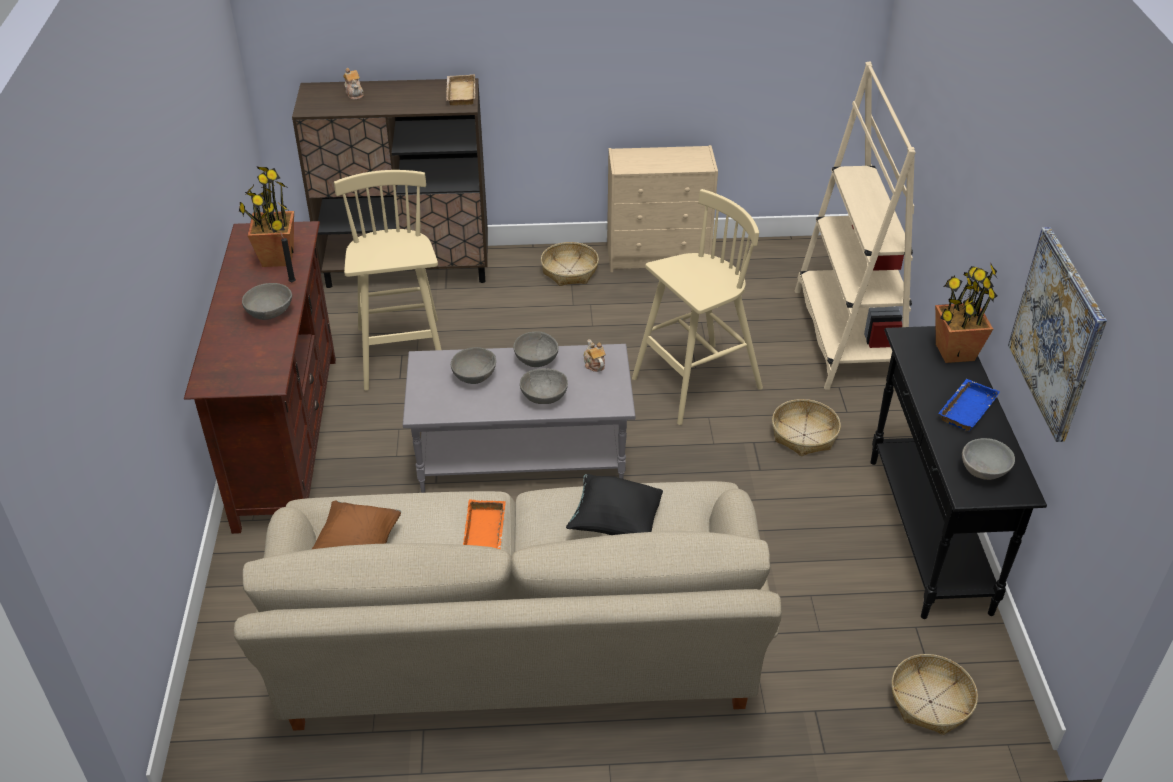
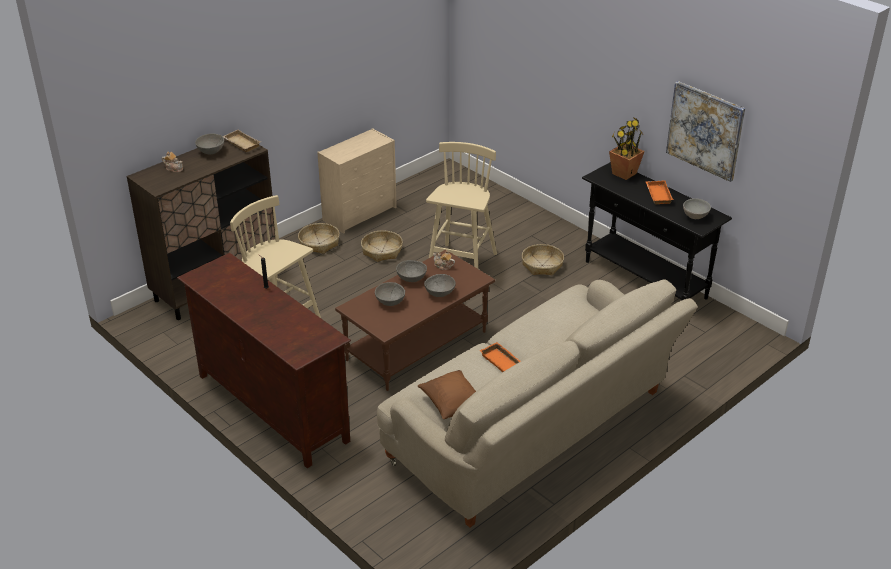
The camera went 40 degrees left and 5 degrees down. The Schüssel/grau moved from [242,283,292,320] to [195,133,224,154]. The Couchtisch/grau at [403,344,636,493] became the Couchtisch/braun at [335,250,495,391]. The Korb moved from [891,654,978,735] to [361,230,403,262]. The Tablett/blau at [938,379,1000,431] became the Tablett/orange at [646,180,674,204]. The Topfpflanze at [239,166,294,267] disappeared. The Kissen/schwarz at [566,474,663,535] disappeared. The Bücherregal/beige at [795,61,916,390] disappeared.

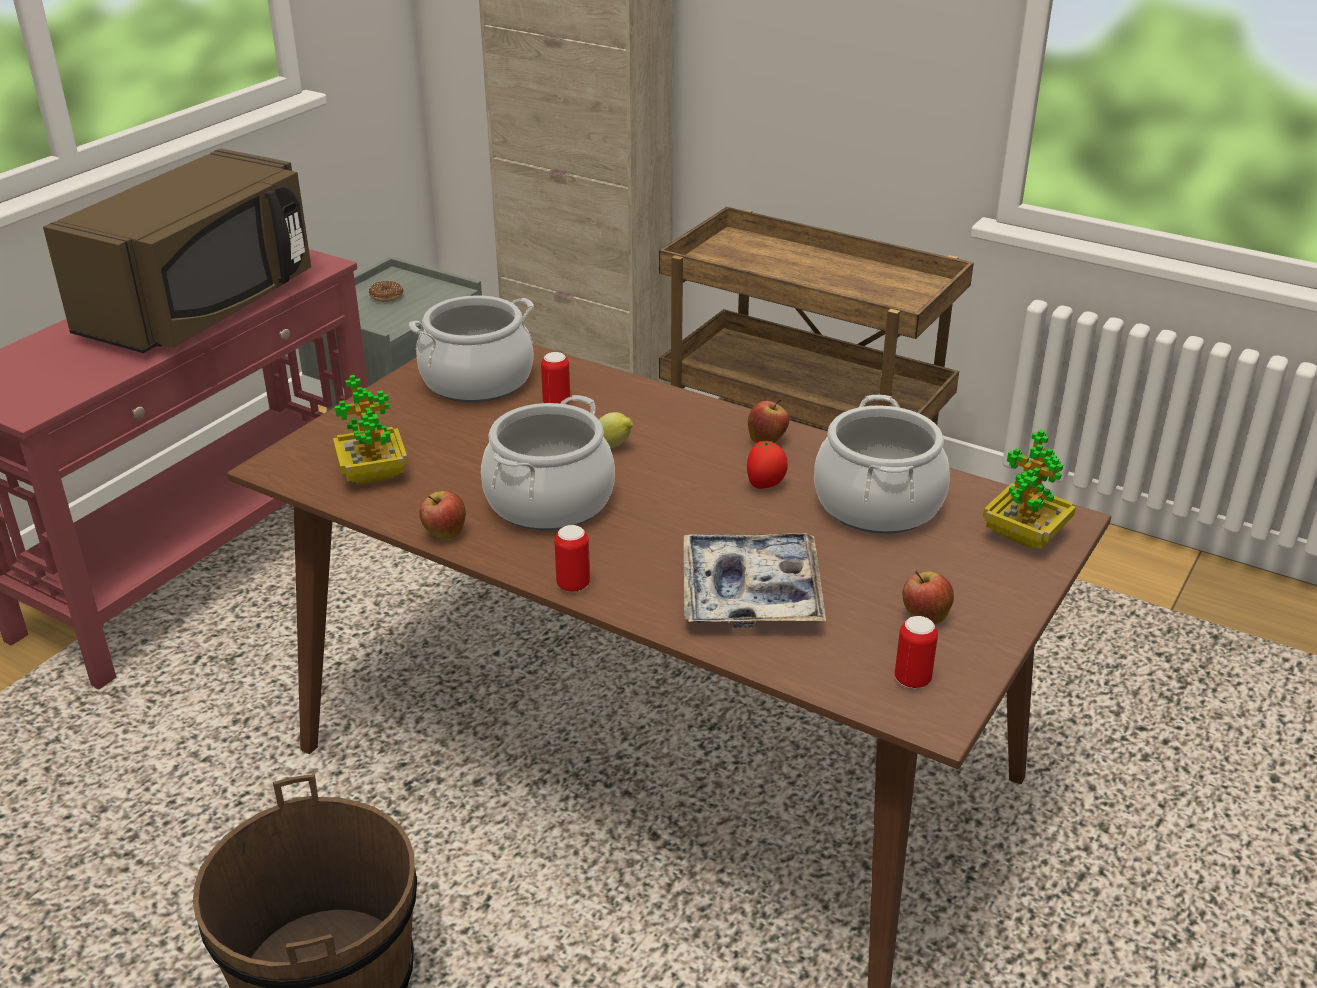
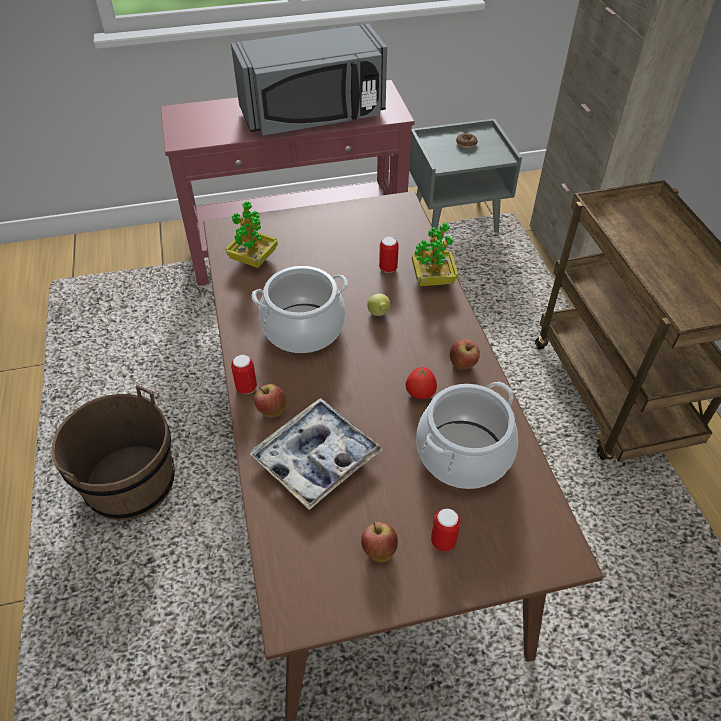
The camera went 45 degrees right and 15 degrees up. The Mikrowelle/braun at [43,148,311,353] became the Mikrowelle/grau at [231,24,387,136]. The Apfel moved from [419,491,466,540] to [254,384,286,417]. The Topfpflanze moved from [983,429,1076,549] to [412,223,458,286]. The Dose moved from [895,616,938,689] to [431,509,461,551]. The Kochtopf at [409,296,534,402] disappeared.

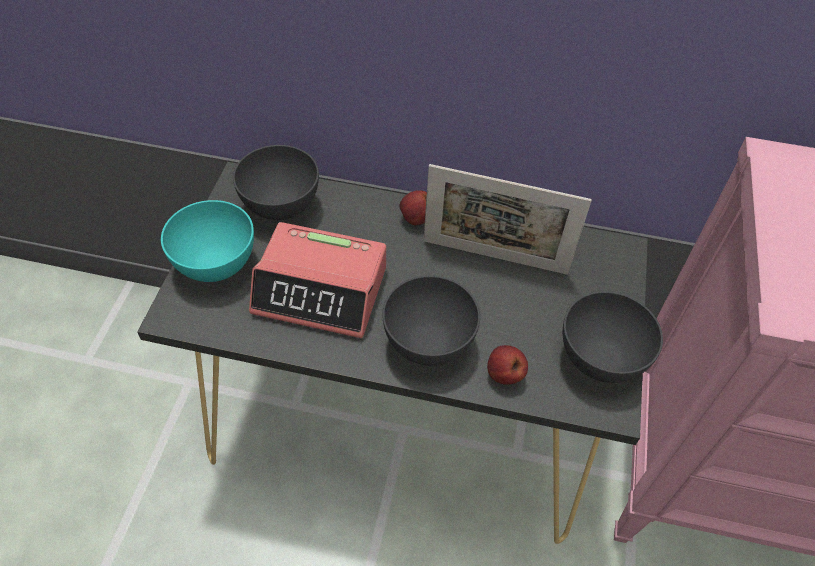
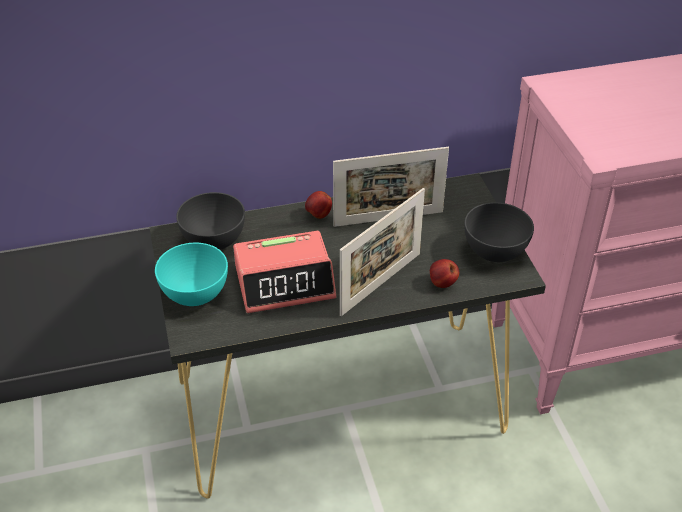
The camera went 25 degrees left and 10 degrees down. The Schüssel/grau at [382,275,480,366] was replaced by the Bilderrahmen at [340,188,425,316].

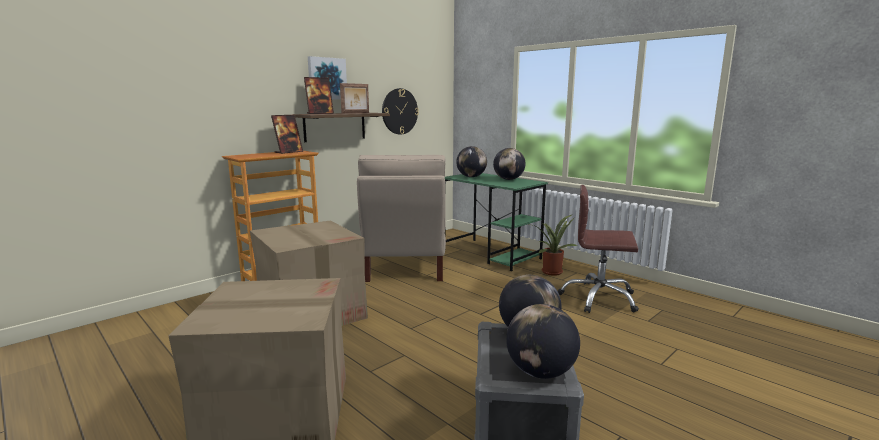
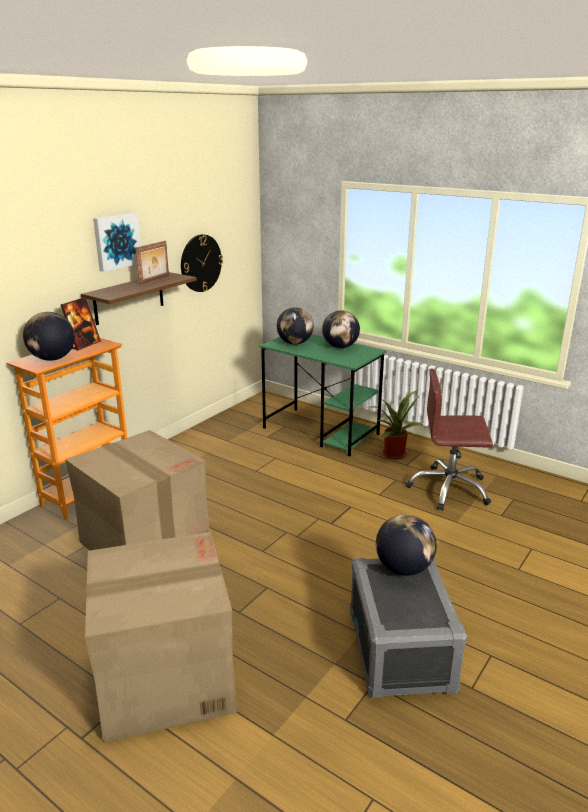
The camera went 10 degrees left and 10 degrees up. The Globus moved from [506,304,580,379] to [23,312,75,361]. The Bilderrahmen at [304,77,334,114] disappeared. The Stuhl/beige at [357,155,446,282] disappeared.

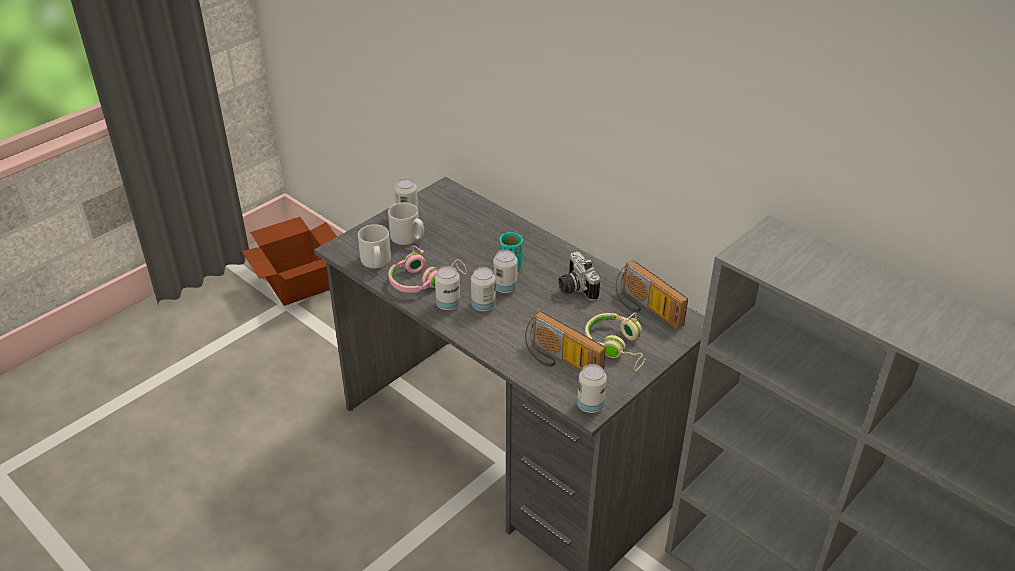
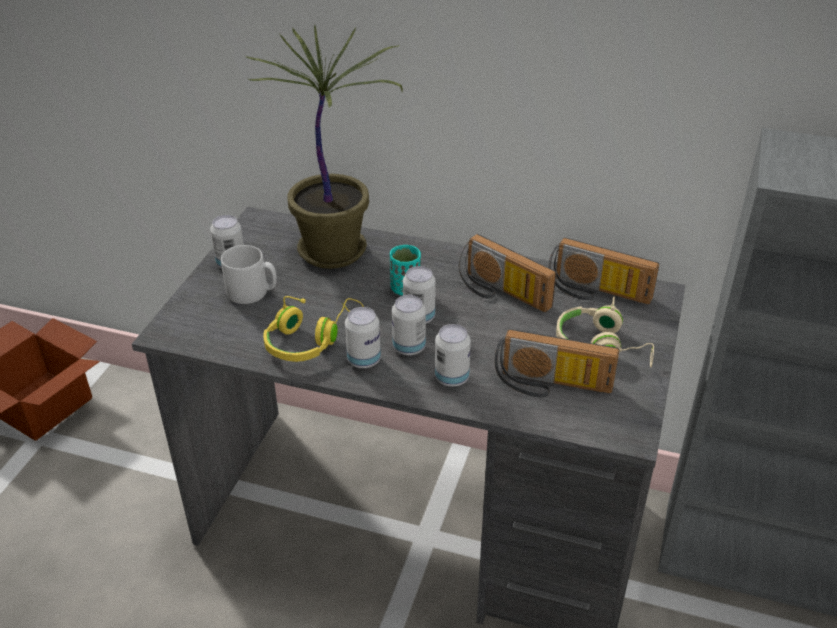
The camera went 25 degrees left and 0 degrees up. The Topfpflanze at [245,25,403,269] appeared. The Kopfhörer/rosa at [388,245,467,293] became the Kopfhörer/gelb at [263,296,364,362]. The Dose moved from [577,364,607,413] to [435,324,471,387]. The Kamera at [558,251,600,301] was replaced by the Radio at [459,234,556,312]. The Henkelbecher/grau at [358,224,391,268] disappeared.

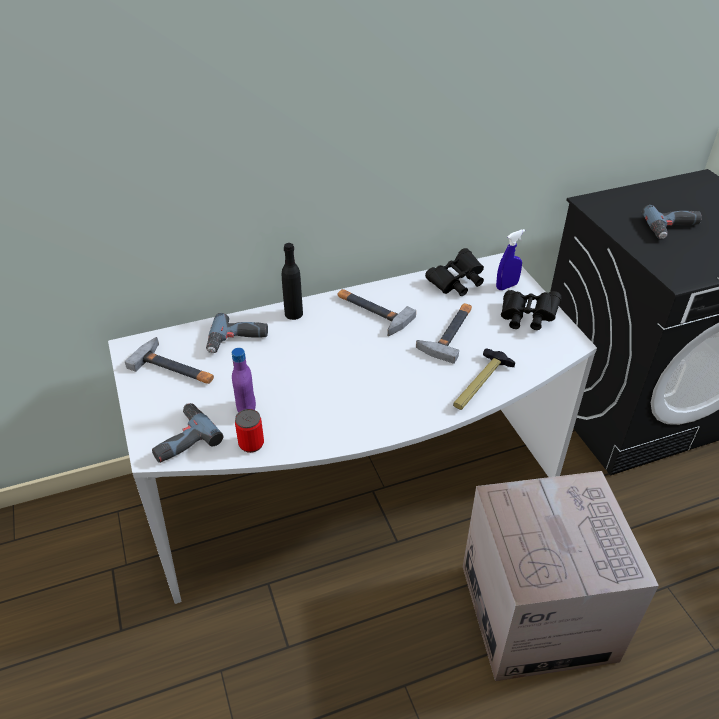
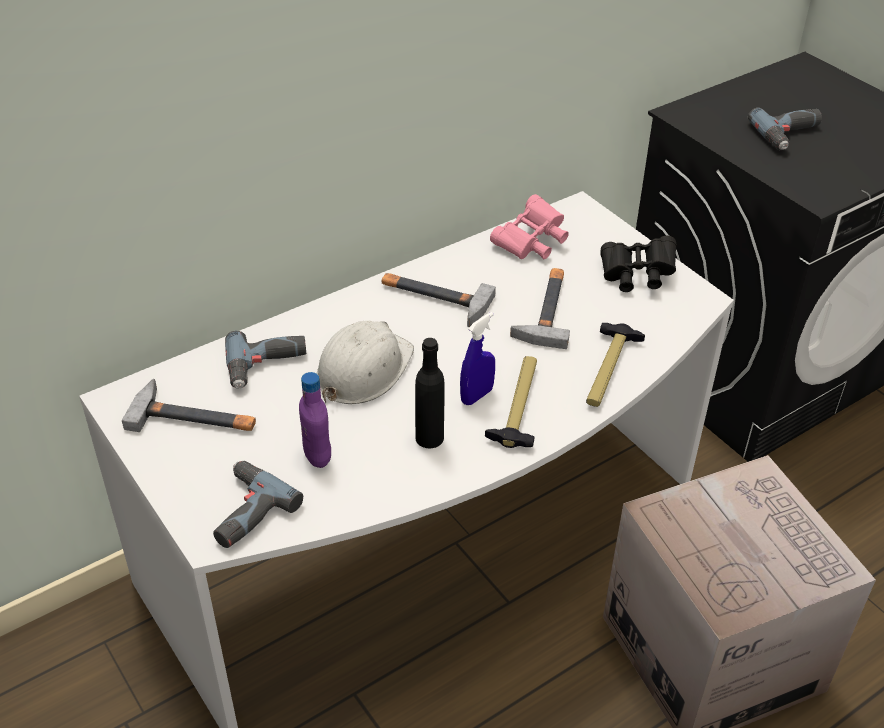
The camera went 15 degrees left and 0 degrees up. The Schutzhelm/weiß at [316,321,414,404] appeared. The Flasche/schwarz moved from [282,243,303,320] to [415,338,445,448]. The Sprühflasche/blau moved from [496,229,525,290] to [460,312,495,405]. The Hammer at [485,356,537,448] appeared. The Fernglas/schwarz at [425,248,484,296] became the Fernglas/rosa at [490,194,569,259]. The Dose at [235,409,264,453] disappeared.

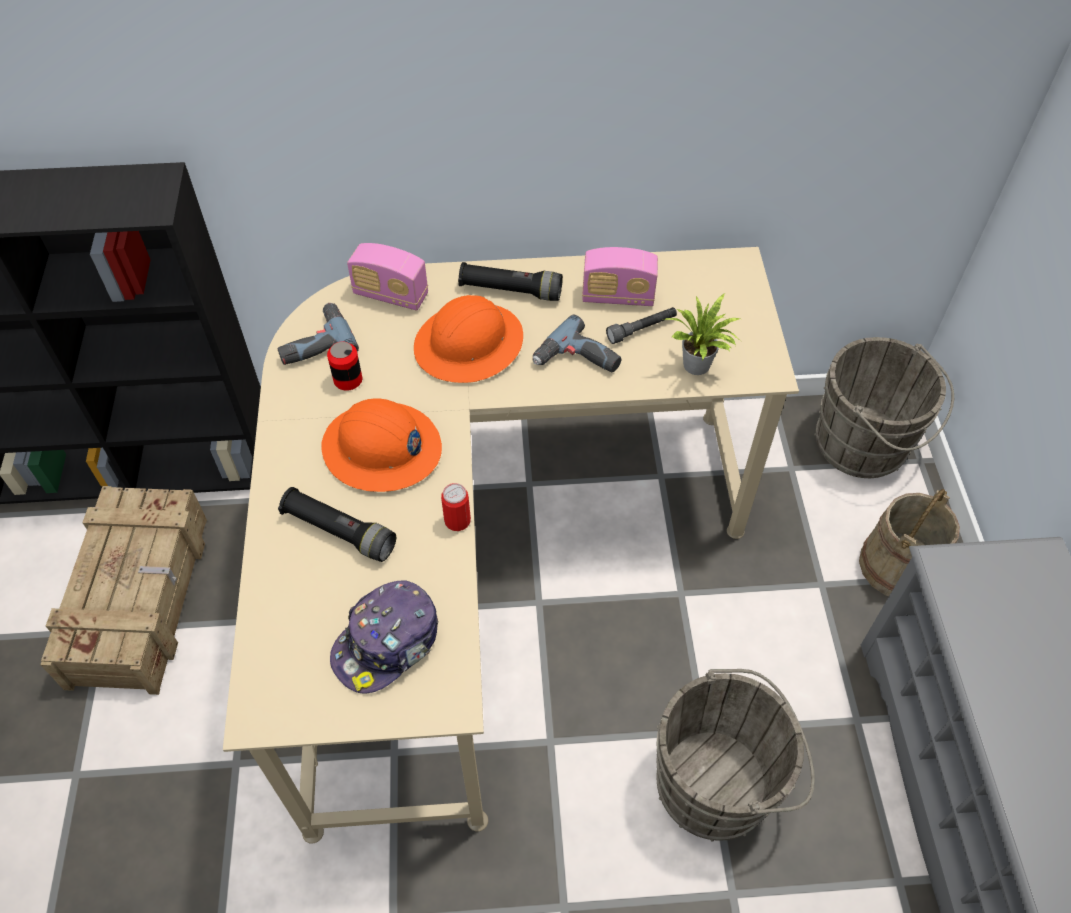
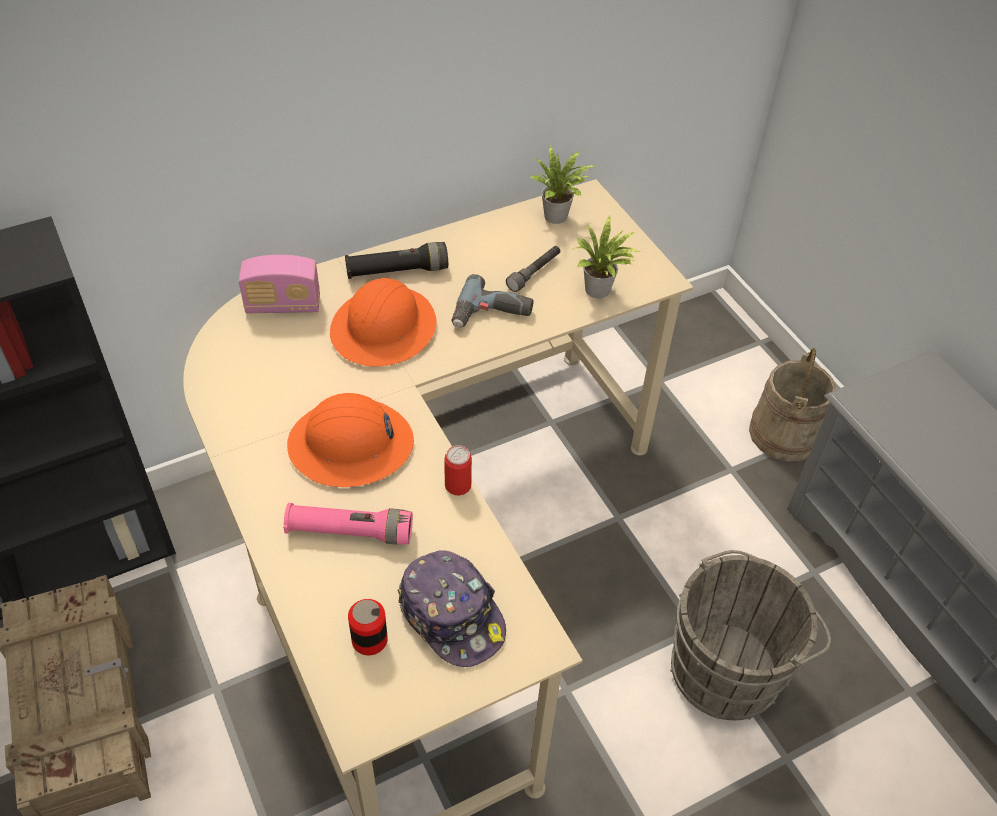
The camera went 25 degrees left and 5 degrees down. The Taschenlampe/schwarz at [278,487,396,562] became the Taschenlampe/rosa at [283,503,413,545]. The Dose moved from [327,341,362,391] to [348,599,388,655]. The Kappe at [330,581,438,694] turned 60 degrees counterclockwise. The Topfpflanze at [529,145,596,224] appeared. The Bohrmaschine at [277,303,359,365] disappeared. The Radio at [582,247,658,306] disappeared. The Eimer/grau at [814,337,954,478] disappeared.

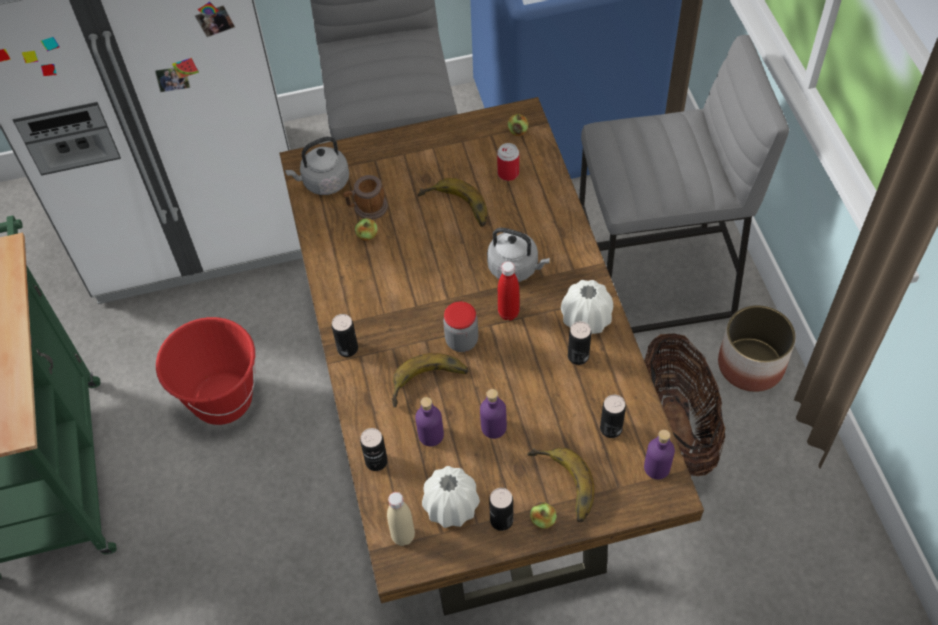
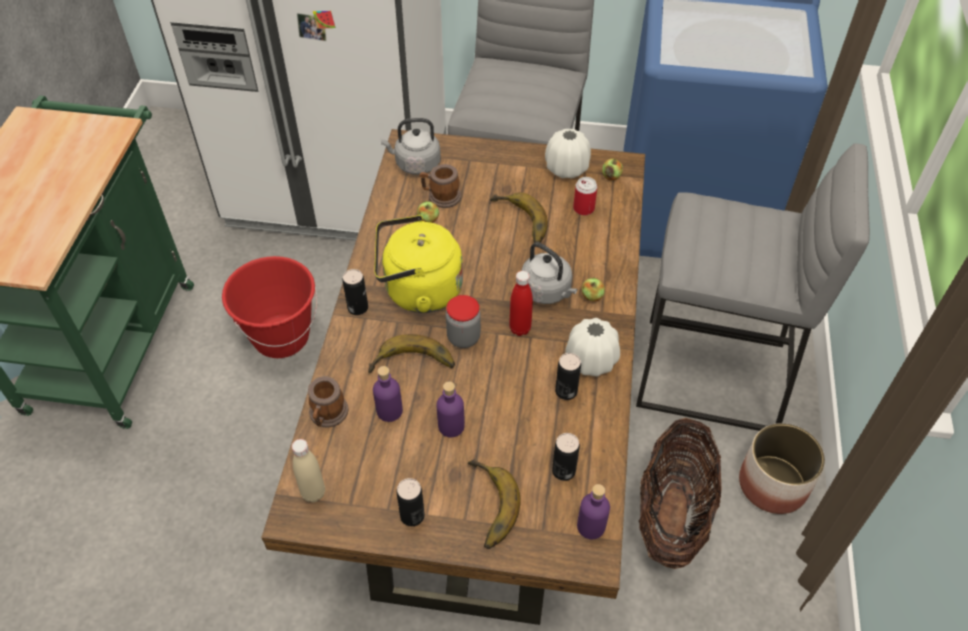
The camera went 20 degrees right and 5 degrees down. The Dose at [360,428,388,471] was replaced by the Henkelbecher at [308,376,349,427]. The Wasserkessel/gelb at [374,215,463,313] appeared. The Vase/weiß moved from [422,466,480,528] to [545,129,591,178]. The Apfel moved from [530,502,557,529] to [582,278,605,301].

